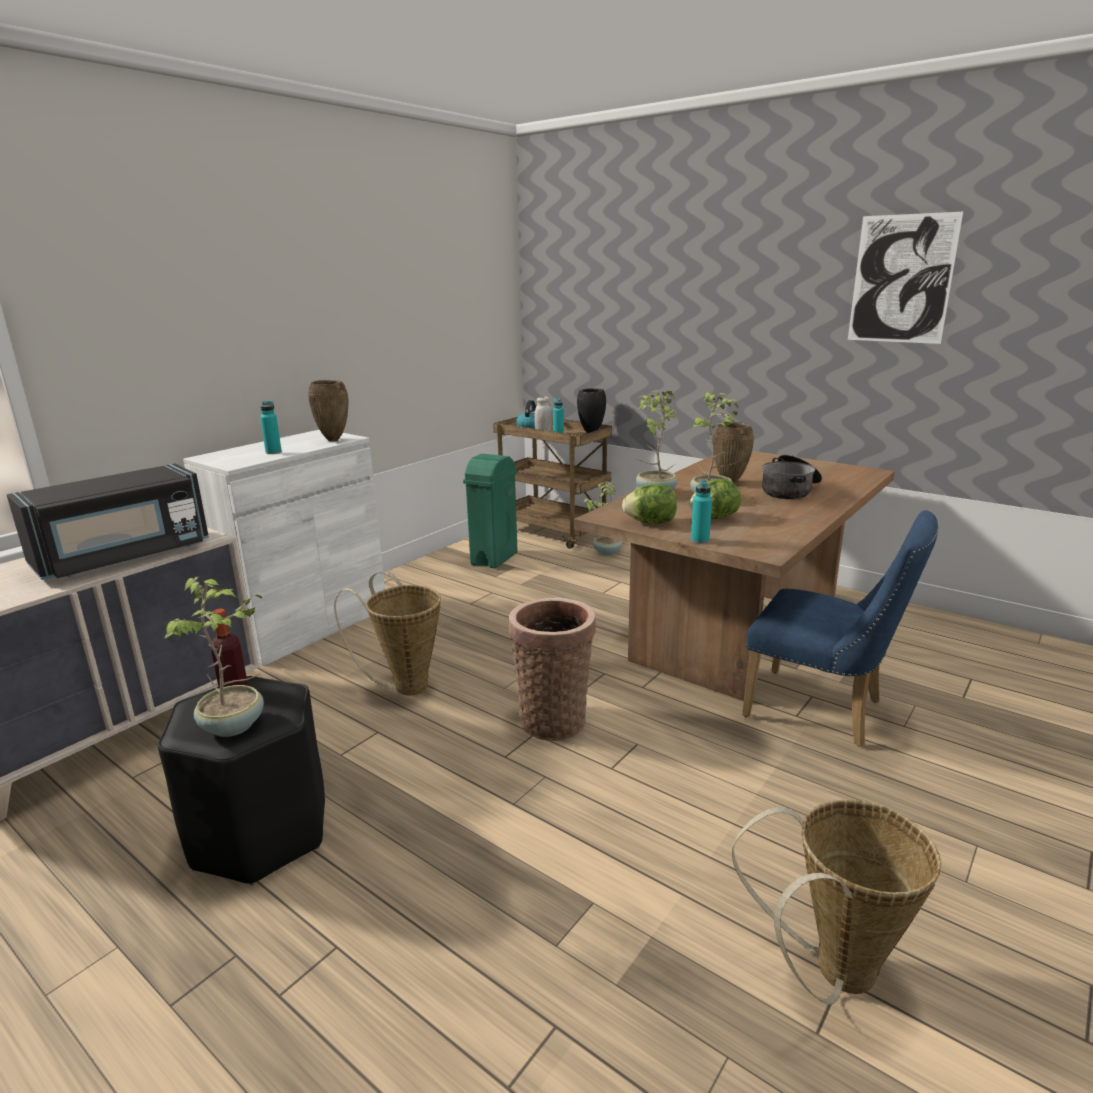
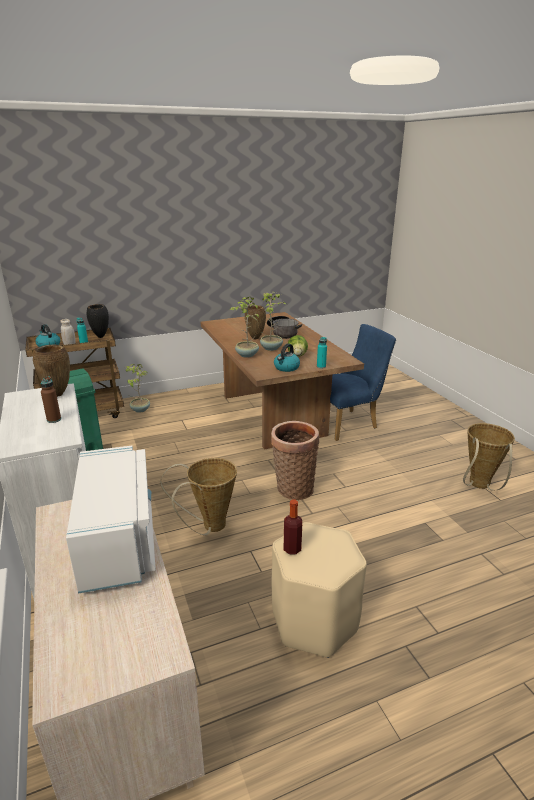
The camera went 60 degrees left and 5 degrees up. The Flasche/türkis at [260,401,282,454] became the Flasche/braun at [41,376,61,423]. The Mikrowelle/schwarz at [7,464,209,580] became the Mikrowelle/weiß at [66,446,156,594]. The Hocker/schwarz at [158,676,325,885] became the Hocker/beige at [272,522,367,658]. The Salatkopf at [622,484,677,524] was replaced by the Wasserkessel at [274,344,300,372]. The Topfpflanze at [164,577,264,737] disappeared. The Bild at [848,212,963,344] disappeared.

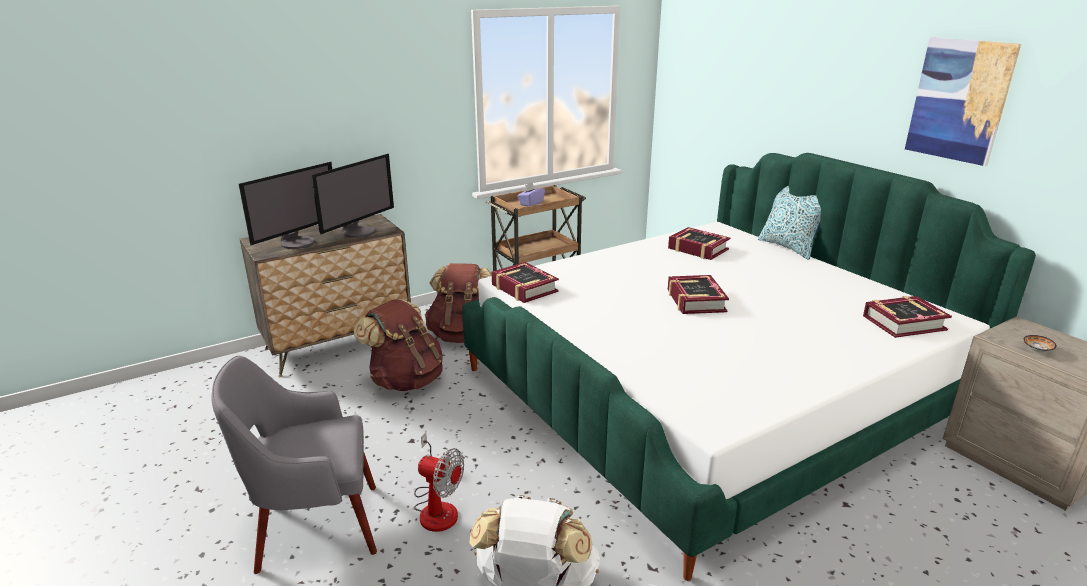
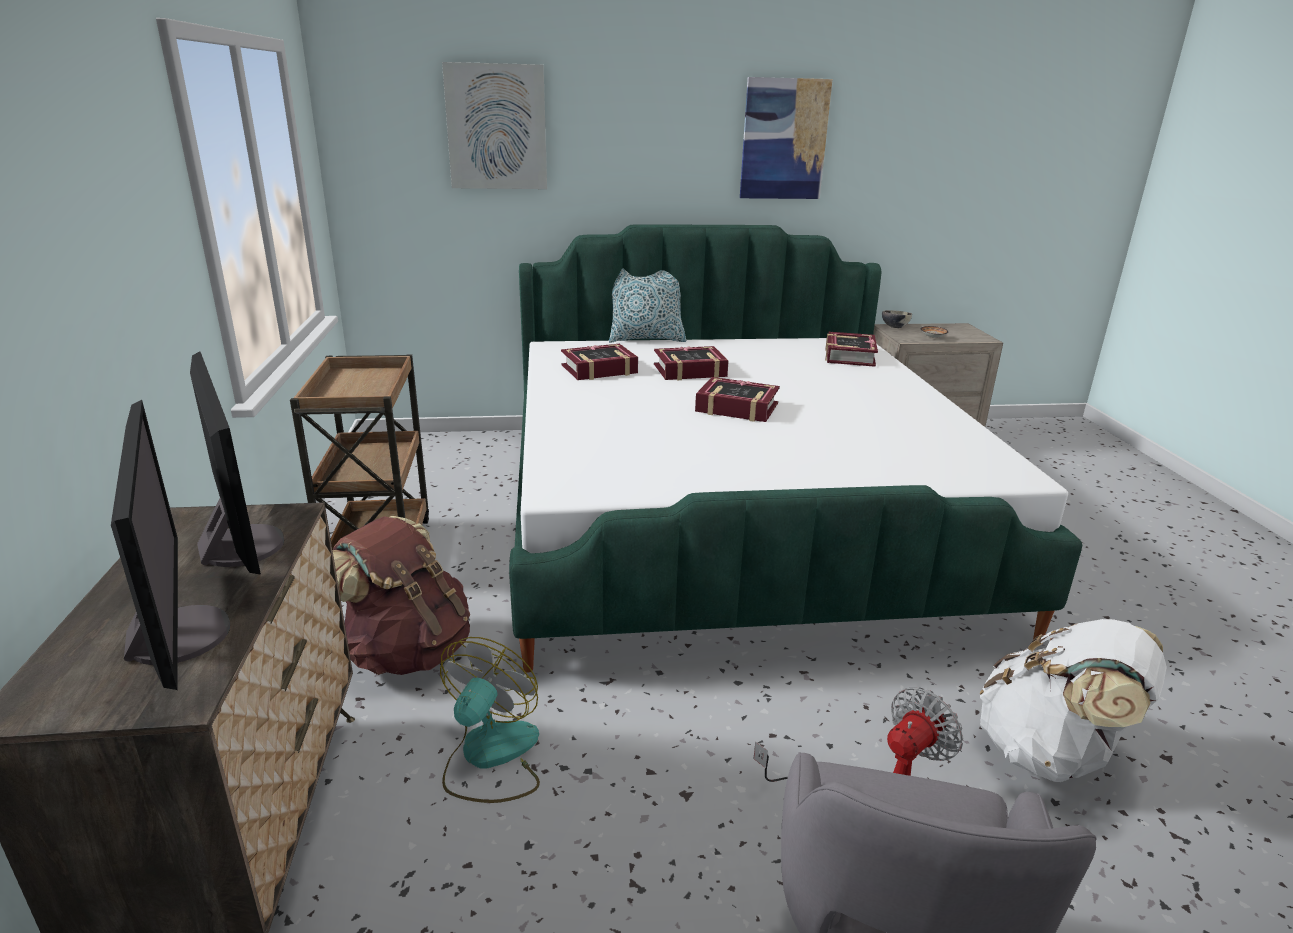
The camera went 65 degrees left and 0 degrees up. The Rucksack/braun at [354,299,443,391] was replaced by the Ventilator at [440,637,540,803]. The Bild at [442,62,547,189] appeared. The Buch moved from [492,262,559,303] to [654,346,729,380]. The Schüssel at [882,310,912,328] appeared. The Taschentuchbox/lila at [517,182,545,207] disappeared.

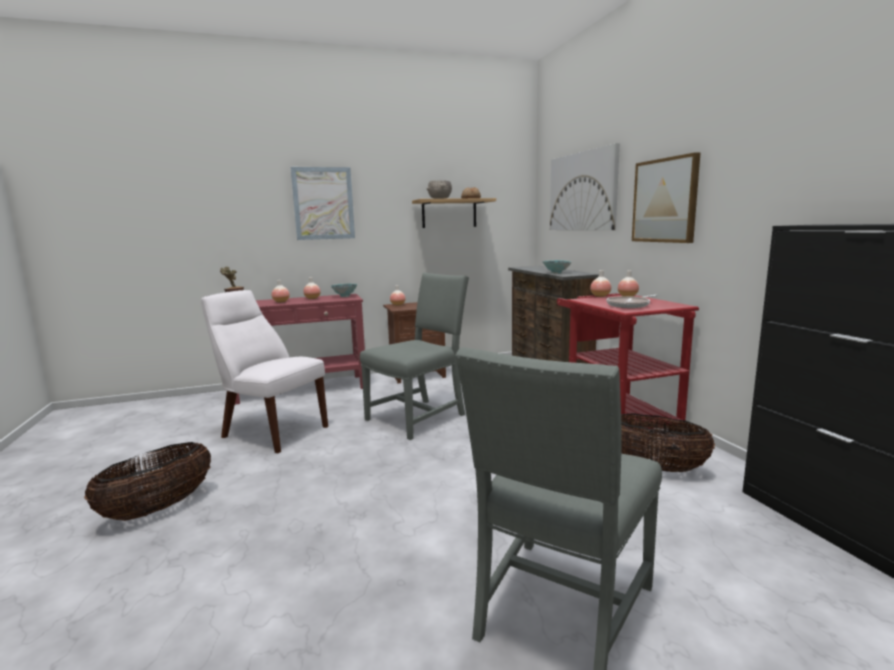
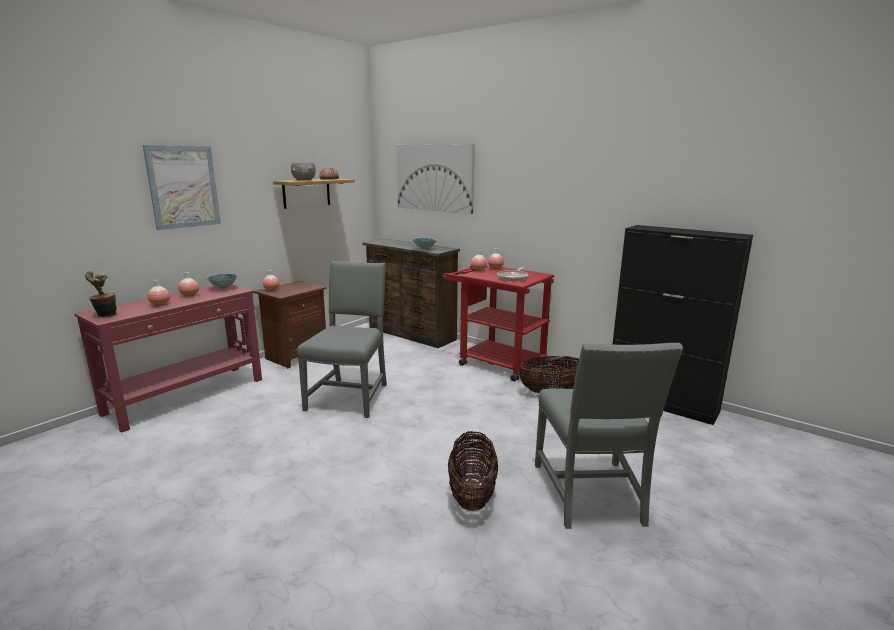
The camera went 35 degrees left and 5 degrees up. The Korb moved from [84,442,211,521] to [448,431,498,511]. The Stuhl/weiß at [201,290,328,453] disappeared. The Bild at [632,152,701,243] disappeared.

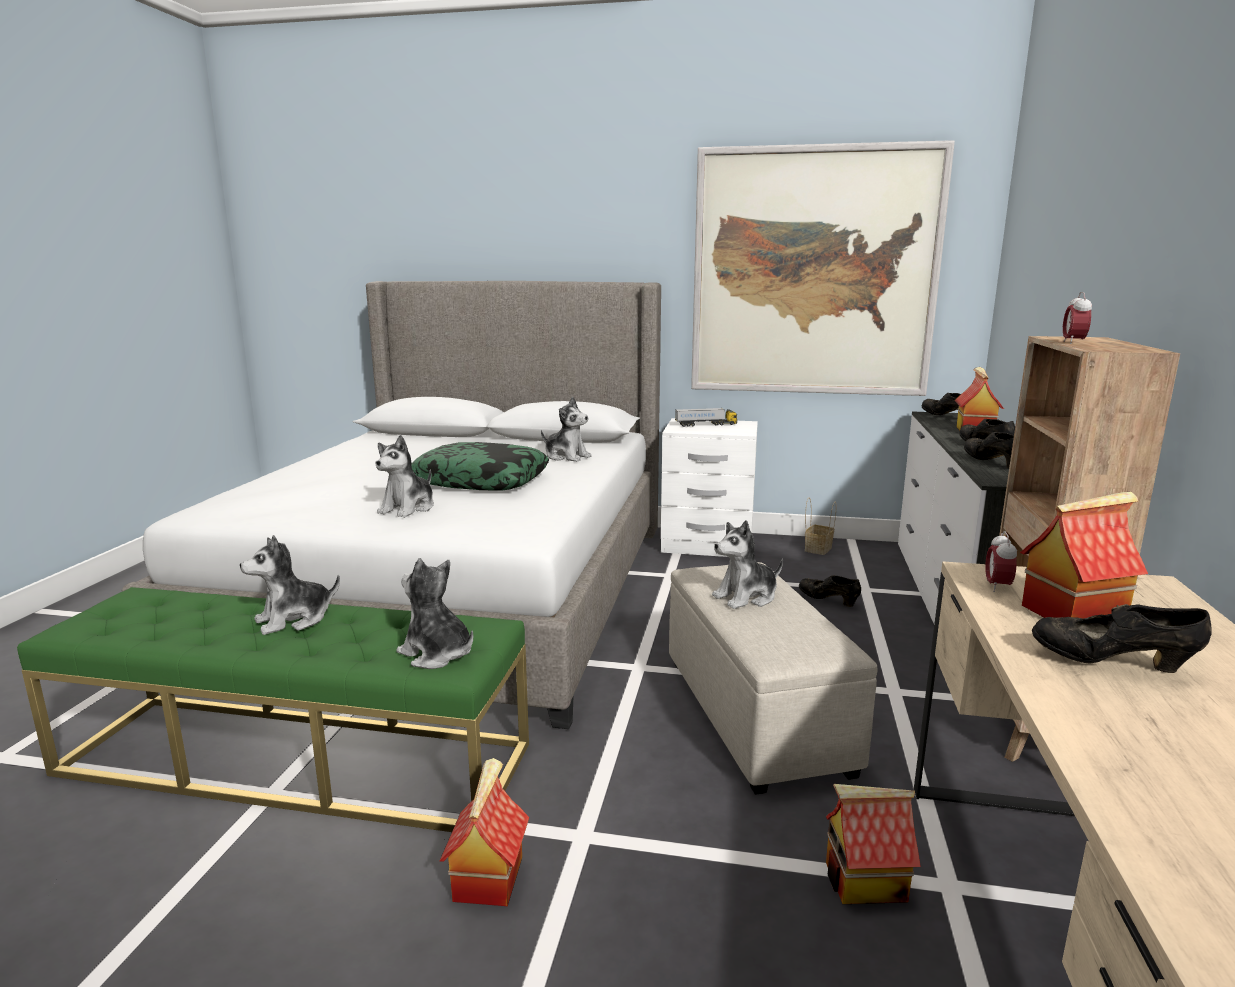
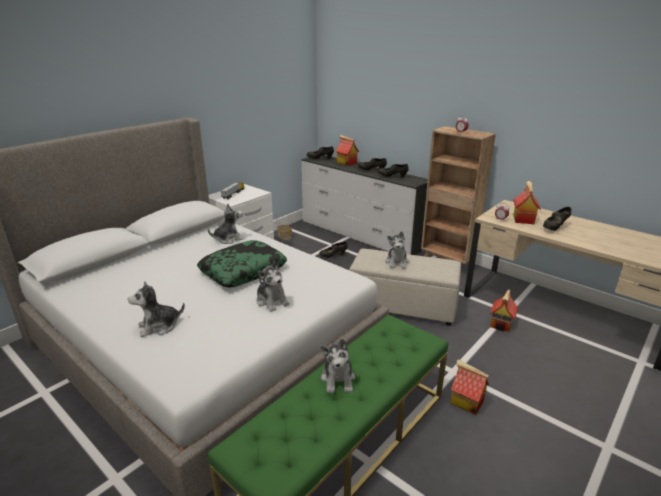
The camera went 60 degrees left and 10 degrees up. The Plüschtier moved from [397,558,473,669] to [128,281,185,337]. The Bild at [691,140,955,396] disappeared.

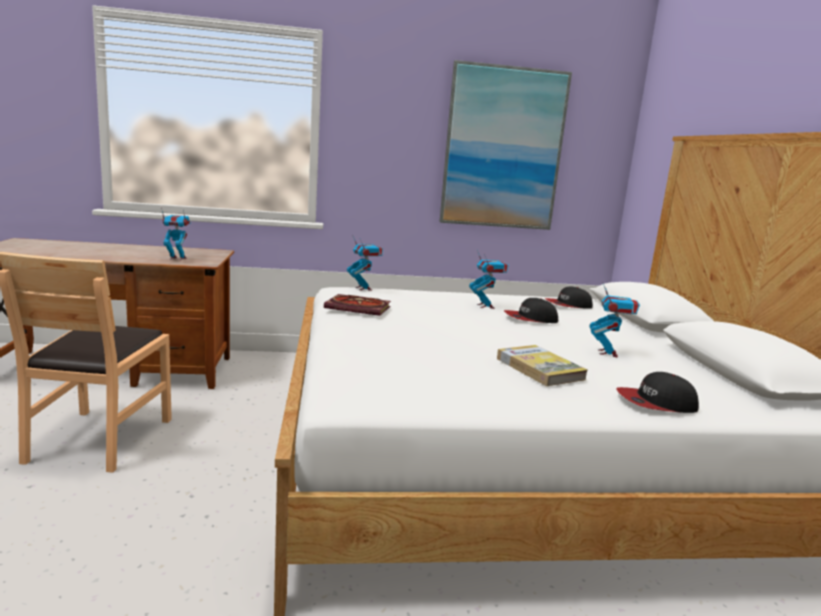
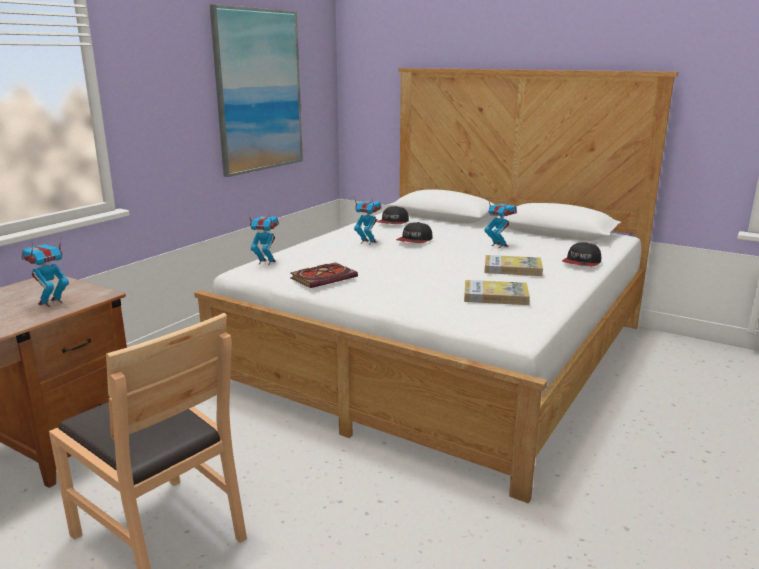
The camera went 50 degrees left and 5 degrees up. The Buch at [464,280,530,305] appeared.

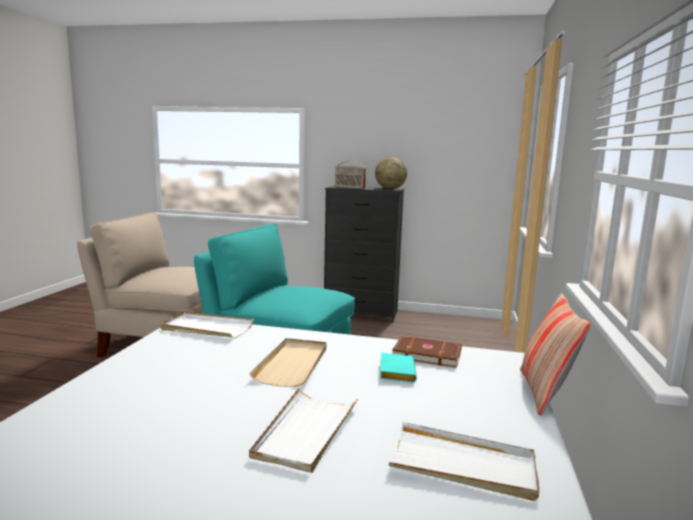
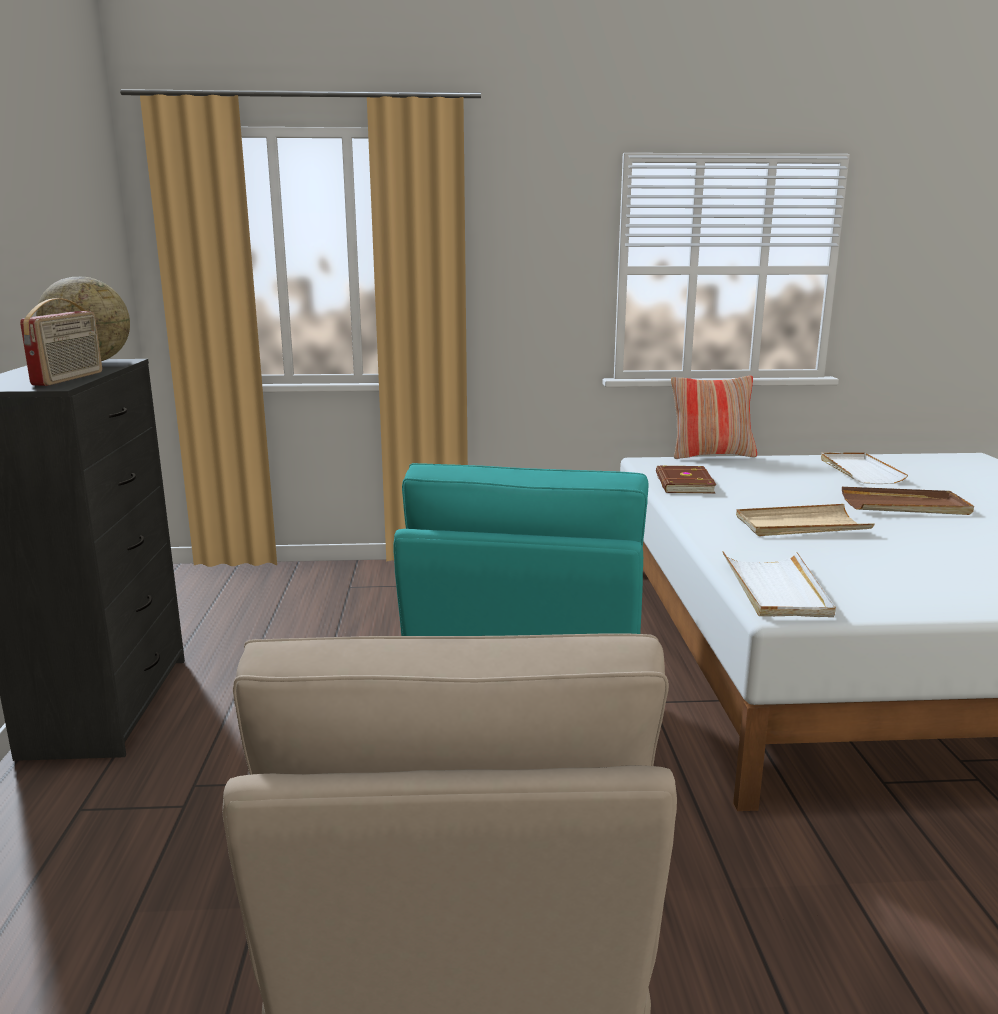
The camera went 105 degrees left and 5 degrees up. The Tablett/weiß at [249,387,358,473] became the Tablett/braun at [842,487,974,515]. The Buch/türkis at [380,353,417,382] disappeared.

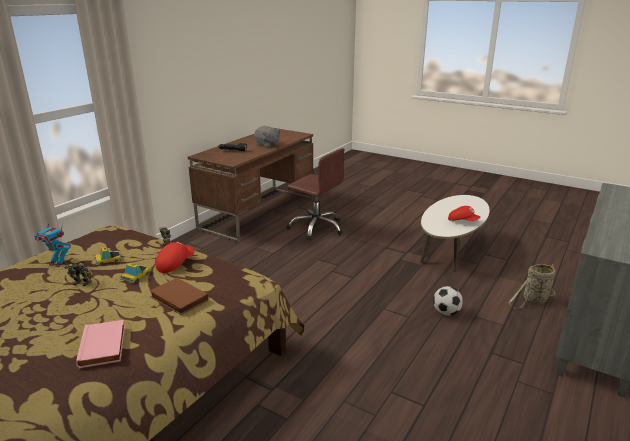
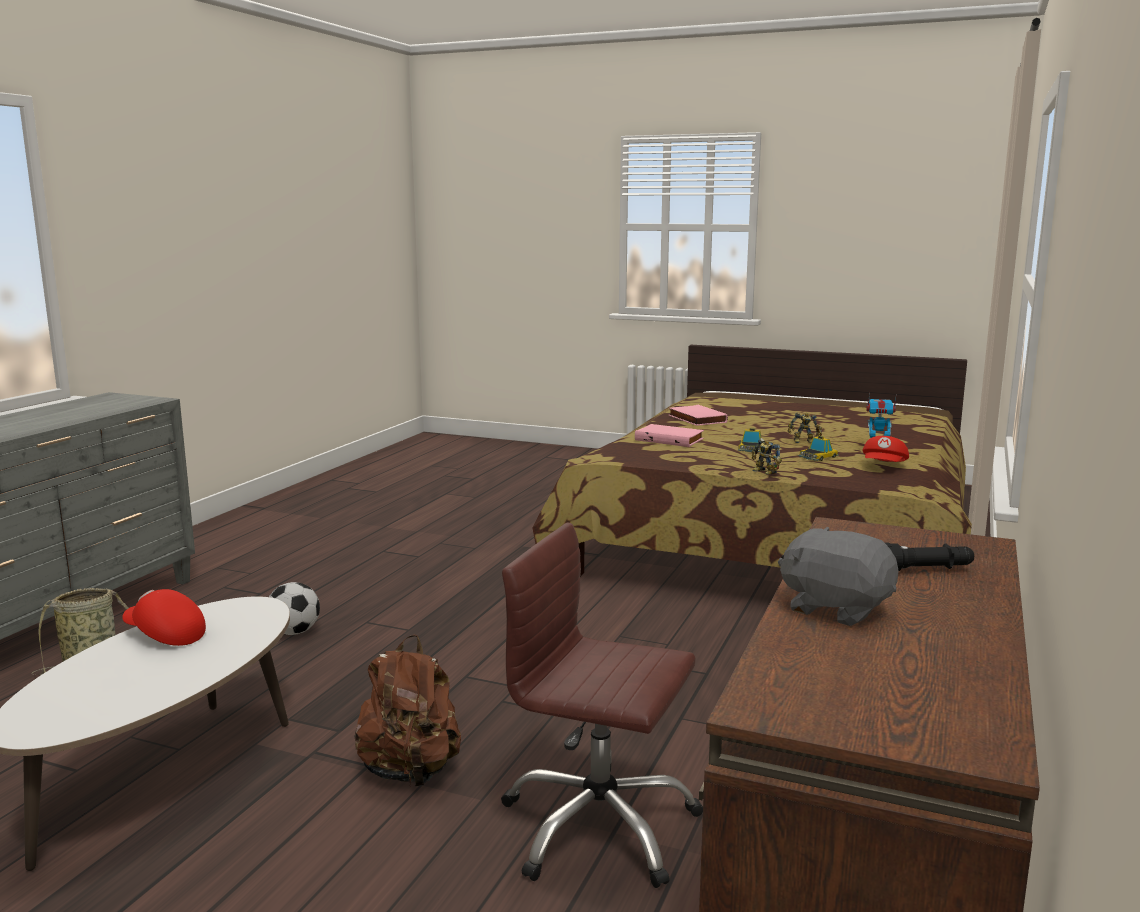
The camera went 170 degrees right and 10 degrees down. The Rucksack/braun at [354,634,461,787] appeared. The Buch/braun at [150,277,208,315] became the Buch/rosa at [635,424,704,447]. The Kappe/rot moved from [155,242,194,273] to [862,436,909,462].

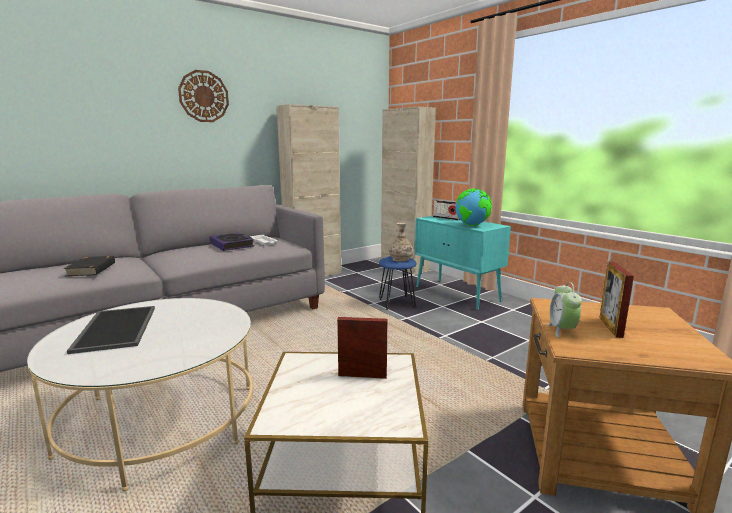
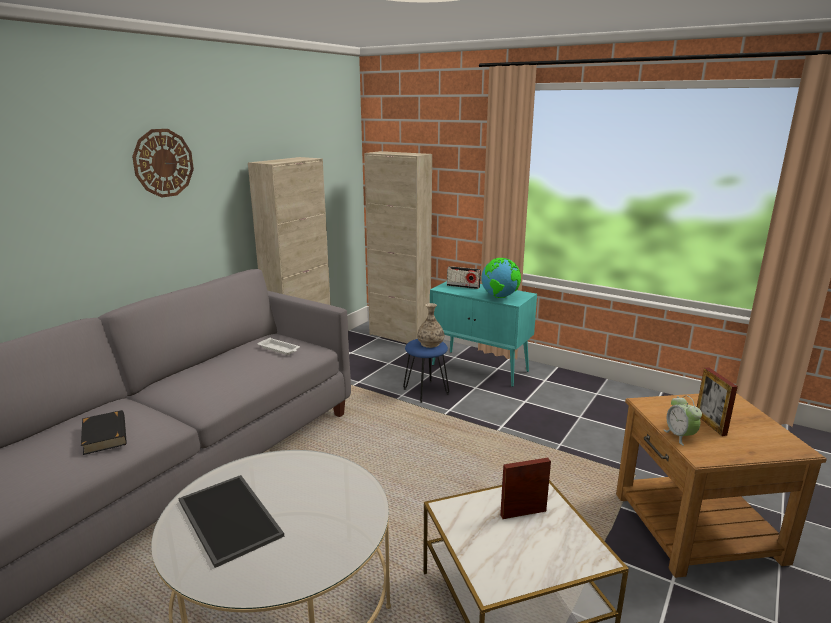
The camera went 20 degrees left and 5 degrees up. The Buch at [209,233,254,251] disappeared.

